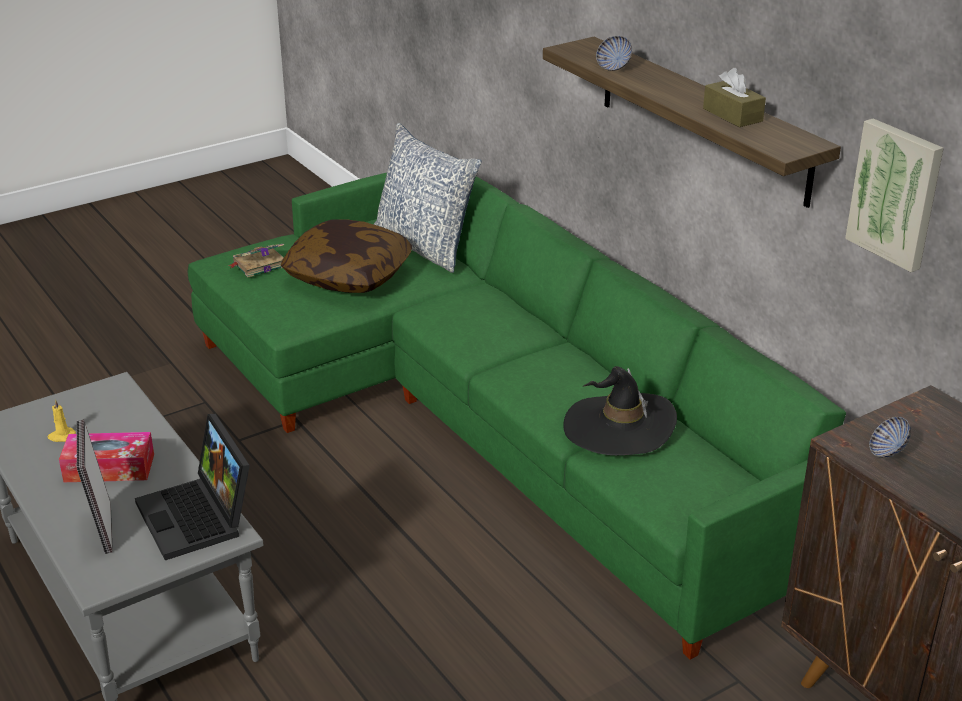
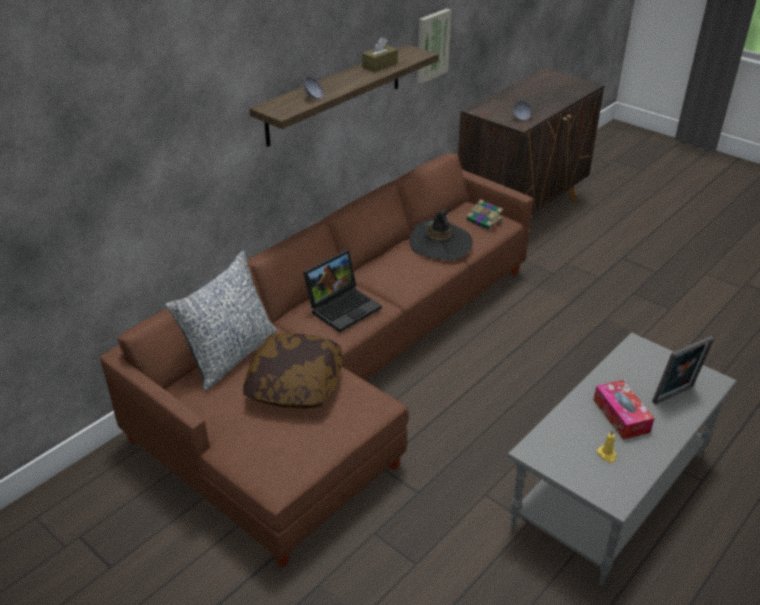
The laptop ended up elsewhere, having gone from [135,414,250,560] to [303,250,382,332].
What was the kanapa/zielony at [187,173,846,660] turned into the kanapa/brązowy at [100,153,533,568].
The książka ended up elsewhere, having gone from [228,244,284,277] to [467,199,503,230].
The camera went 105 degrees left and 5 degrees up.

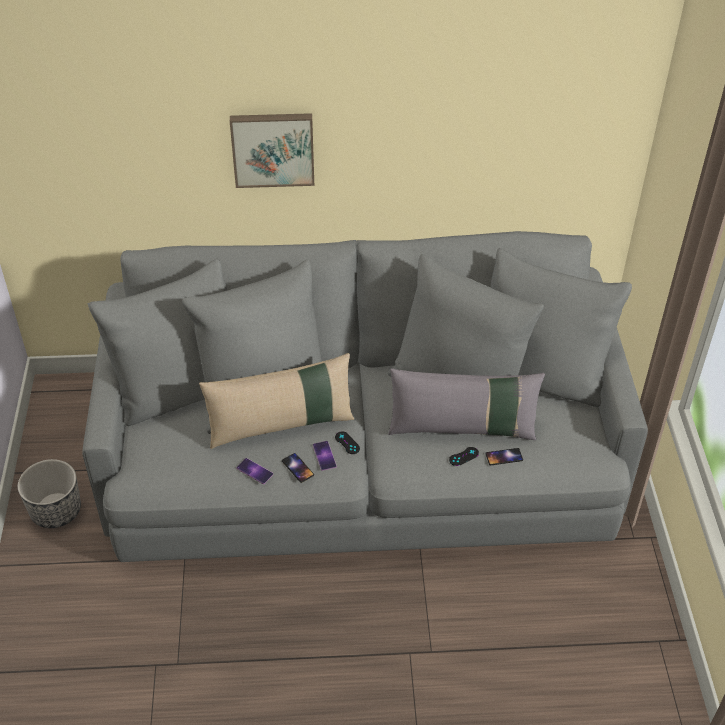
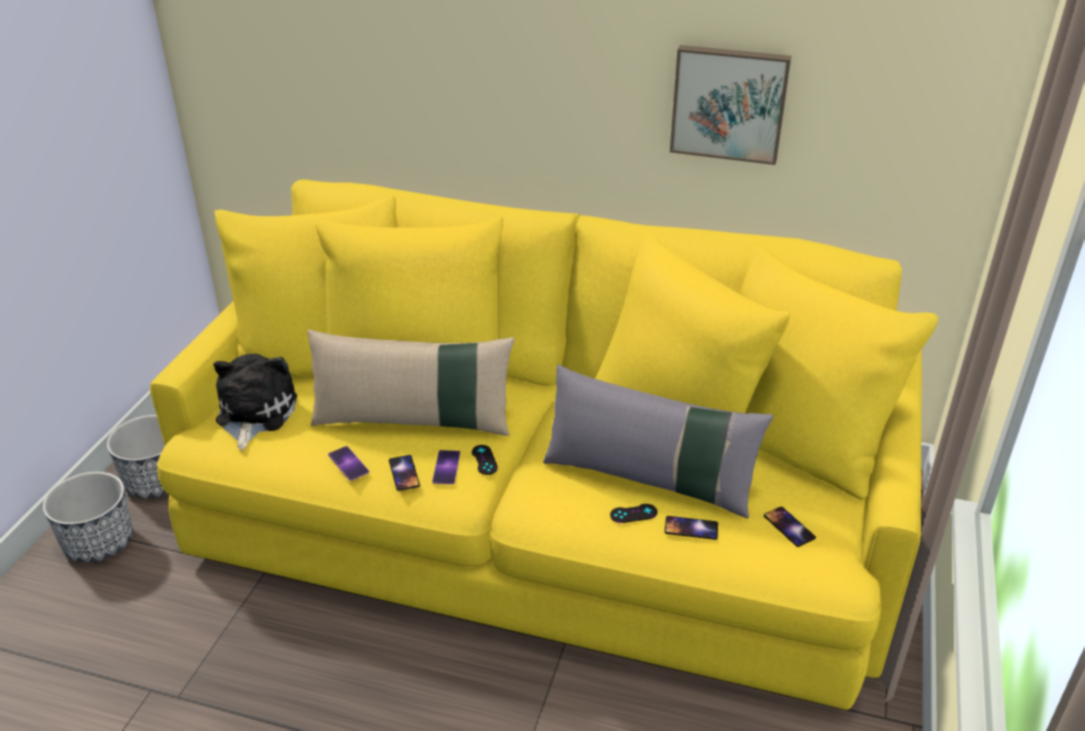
What was the kanapa/szary at [82,231,648,562] turned into the kanapa/żółty at [150,179,938,710].
The obraz ended up elsewhere, having gone from [230,113,314,188] to [670,45,791,165].
The second view gained the donica at [43,472,133,563].
The second view gained the pluszak at [213,353,297,450].
The second view gained the telefon at [764,507,816,547].
The camera went 20 degrees right and 10 degrees down.

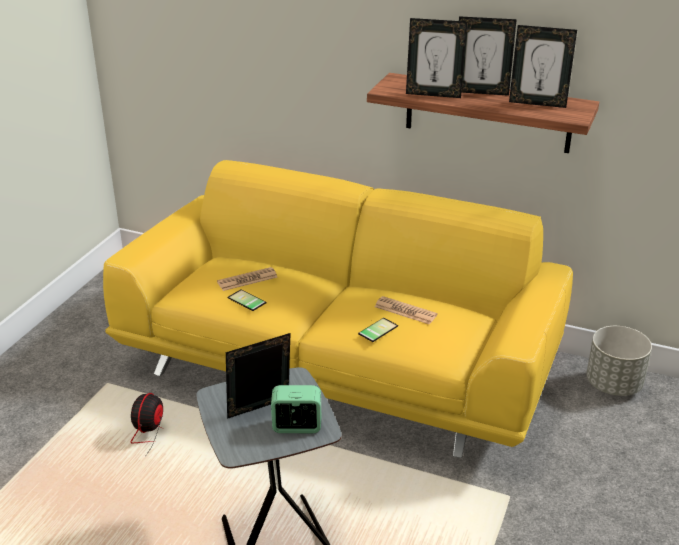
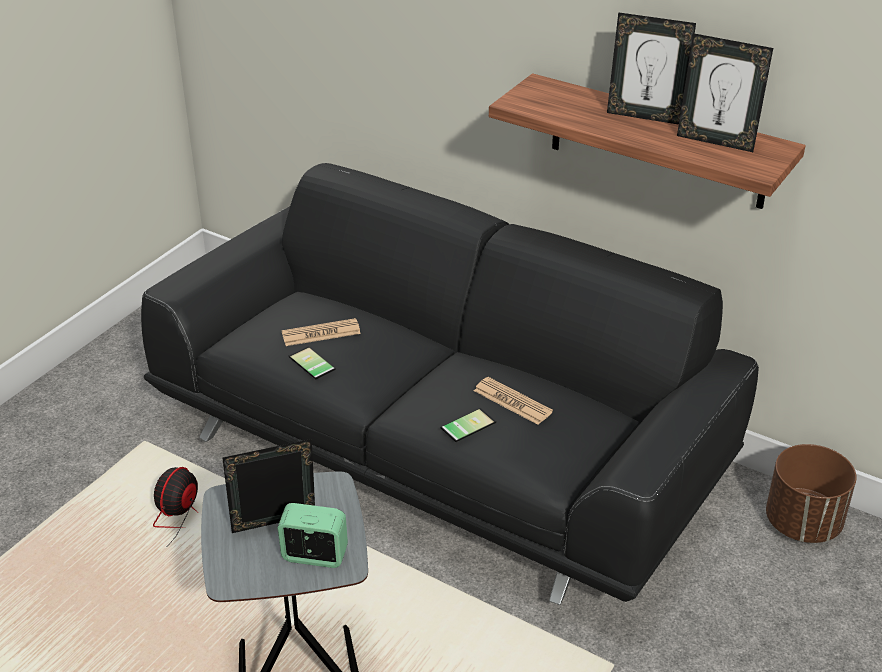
What was the kanapa/żółty at [103,160,573,458] turned into the kanapa/czarny at [141,163,759,605].
The second view lost the ramka na zdjęcie at [406,18,467,98].
What was the donica/szary at [586,326,652,396] turned into the donica/brązowy at [766,444,857,543].
The camera went 10 degrees right and 5 degrees up.

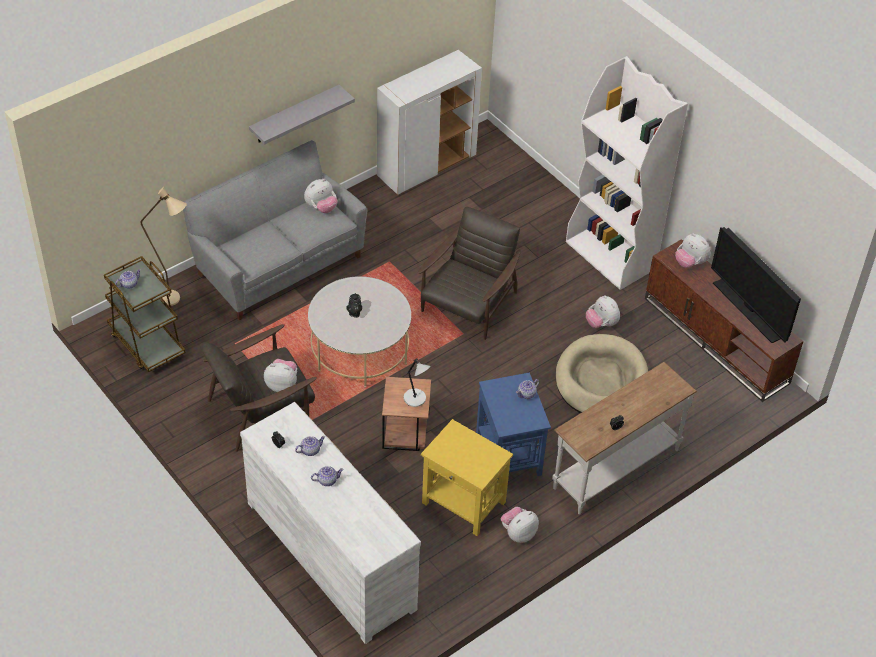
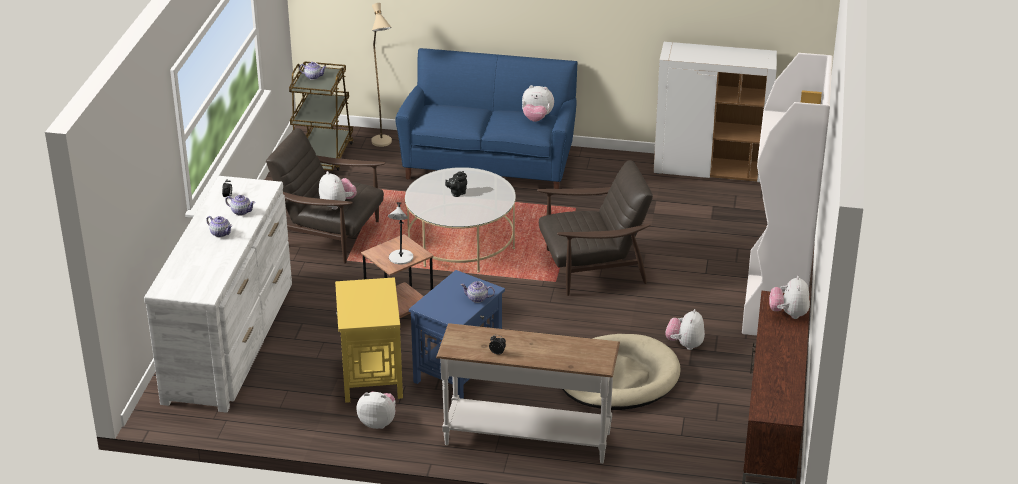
What was the kanapa/szary at [183,140,367,320] turned into the kanapa/niebieski at [395,48,577,189].
The second view lost the półka/szary at [249,85,355,145].
The second view lost the telewizor at [711,227,801,343].
The camera went 50 degrees right and 15 degrees down.

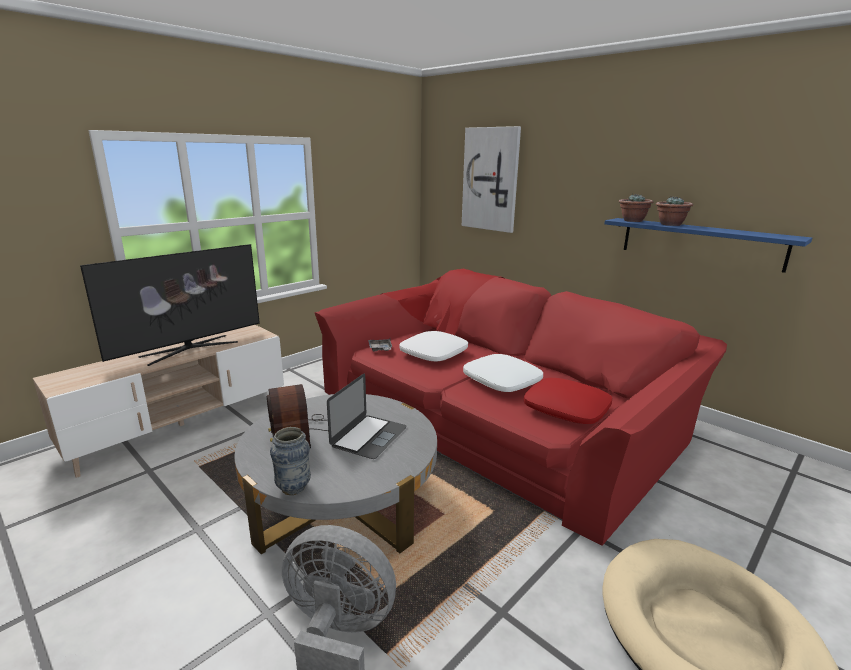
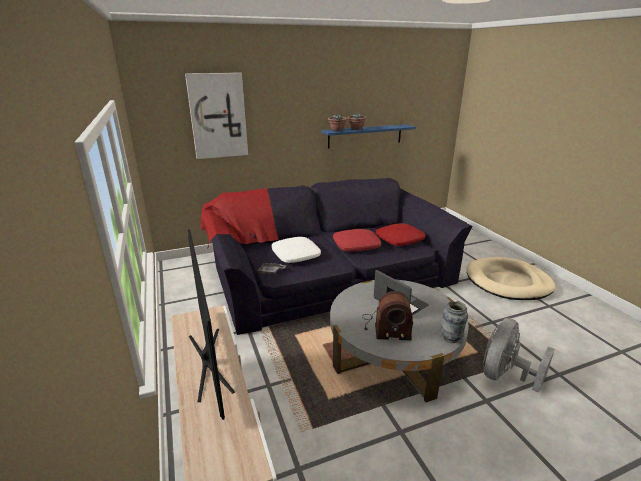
What was the kanapa/czerwony at [314,269,727,546] turned into the kanapa/czarny at [200,178,473,335].
What was the poduszka/biały at [463,354,543,392] turned into the poduszka/czerwony at [333,229,381,252].
The camera went 65 degrees left and 5 degrees up.

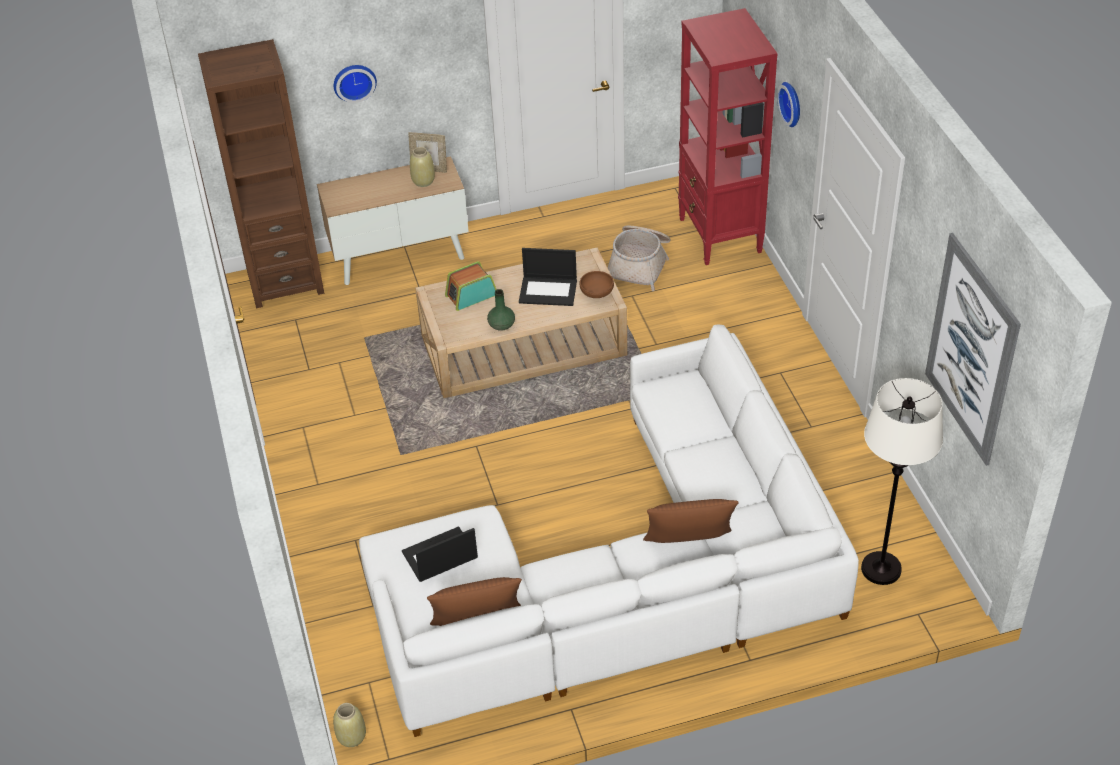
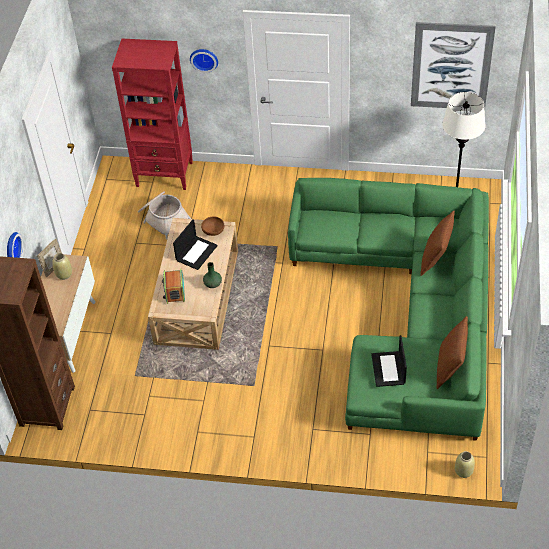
What was the kanapa/biały at [359,325,859,737] turned into the kanapa/zielony at [288,178,489,441].
The camera went 65 degrees left and 5 degrees up.

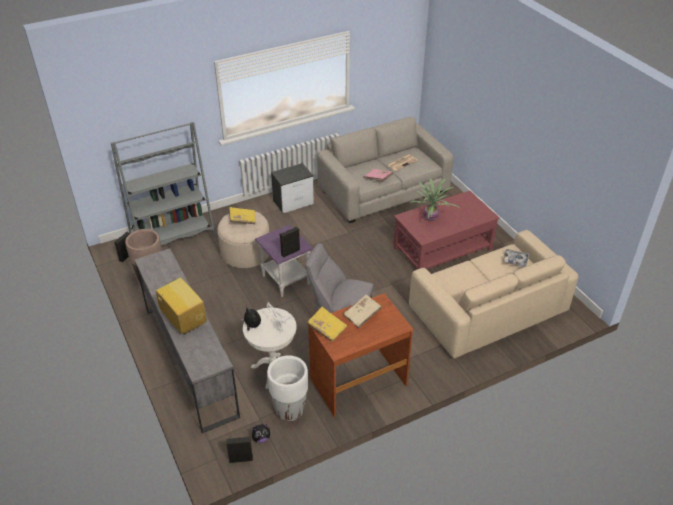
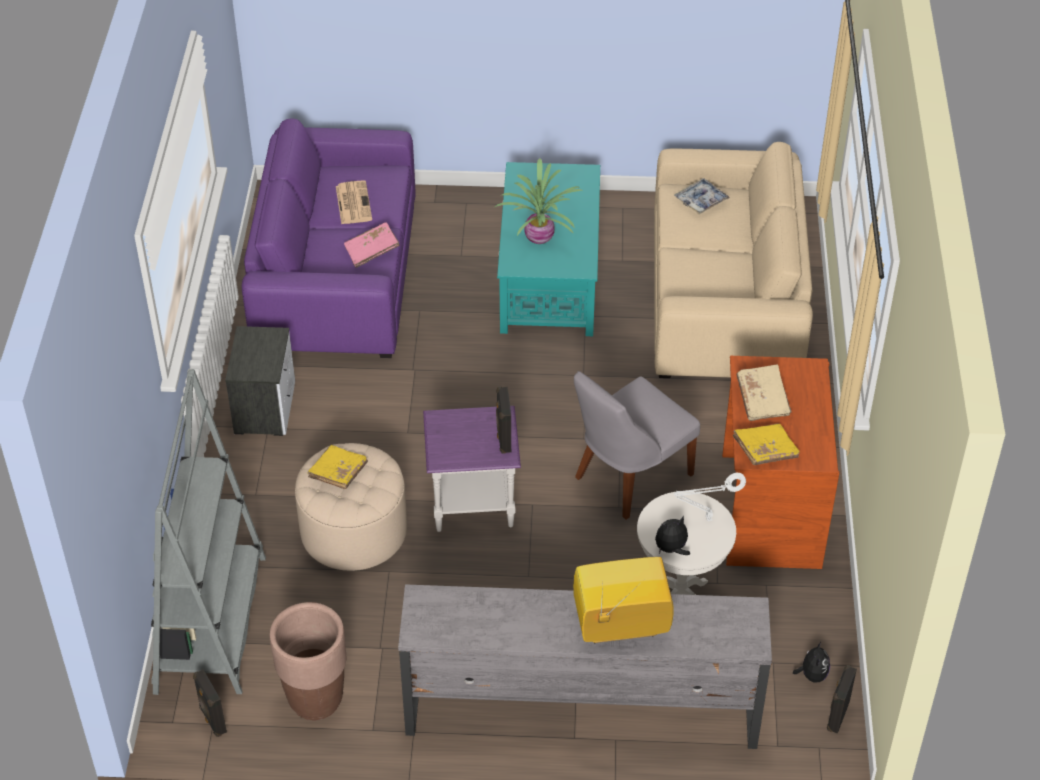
The second view lost the donica/biały at [267,355,308,421].
What was the kanapa/beżowy at [317,117,453,223] turned into the kanapa/fioletowy at [242,118,416,358].
What was the ława/czerwony at [393,191,500,269] turned into the ława/turkusowy at [497,162,600,336].
The camera went 60 degrees left and 5 degrees up.

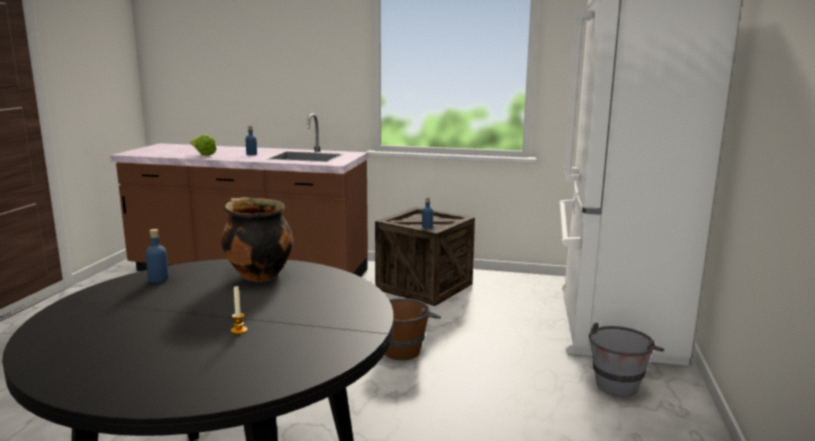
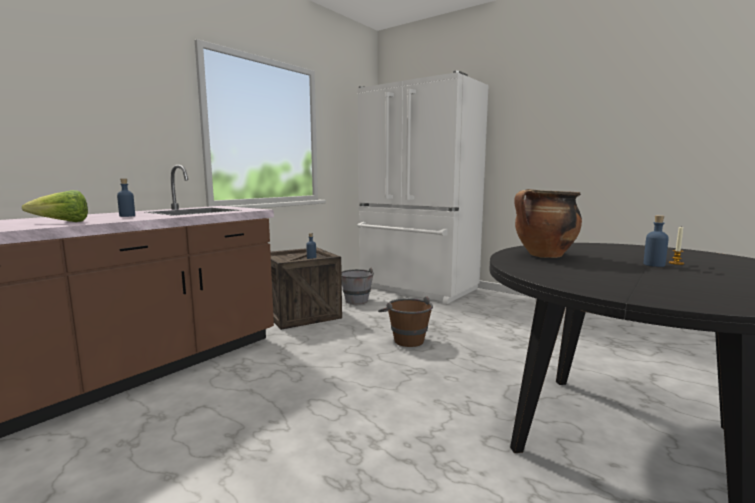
The butelka/niebieski ended up elsewhere, having gone from [145,229,169,283] to [643,215,669,267].
The wiadro/szary ended up elsewhere, having gone from [589,323,664,397] to [341,267,374,304].
The camera went 65 degrees left and 5 degrees down.

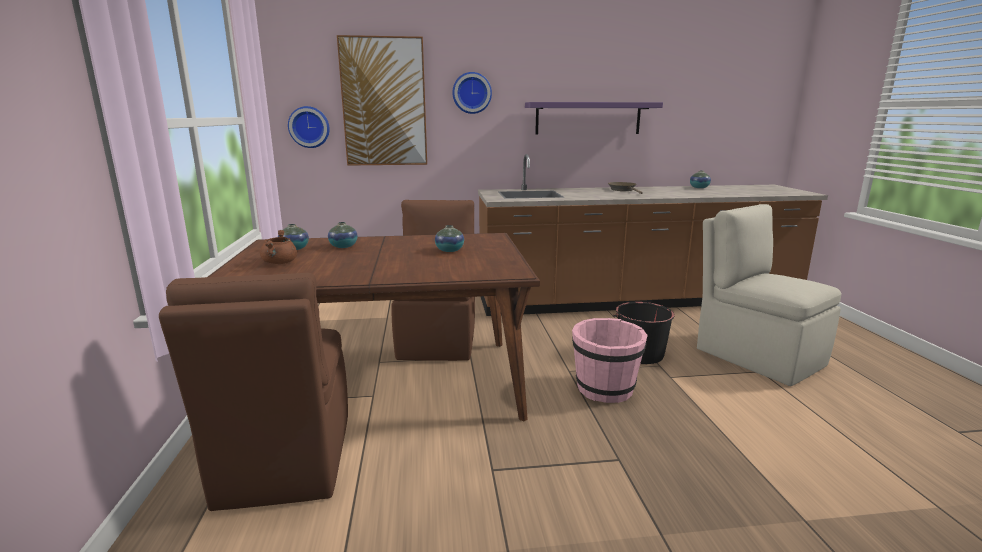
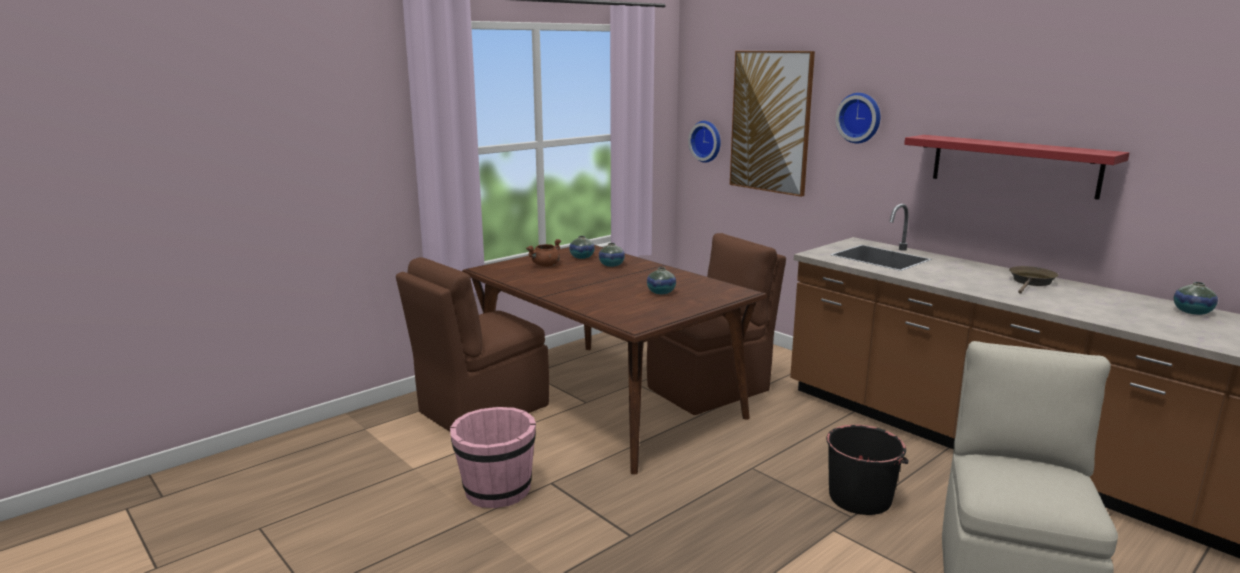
What was the półka/fioletowy at [525,102,663,134] turned into the półka/czerwony at [904,135,1129,200].
The wiadro/różowy ended up elsewhere, having gone from [572,318,648,403] to [450,407,536,508].
The camera went 55 degrees right and 0 degrees up.

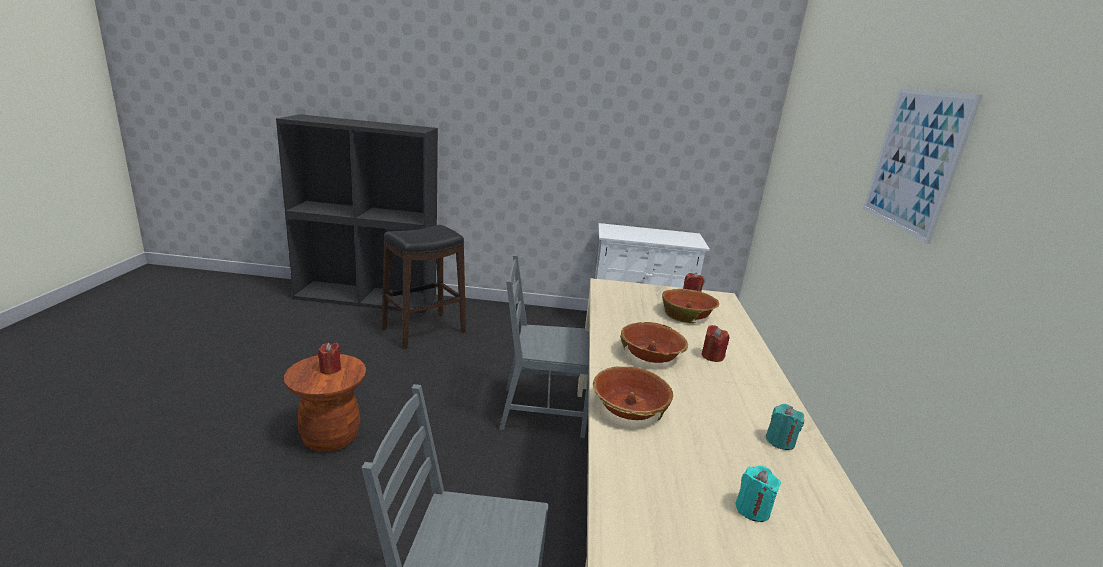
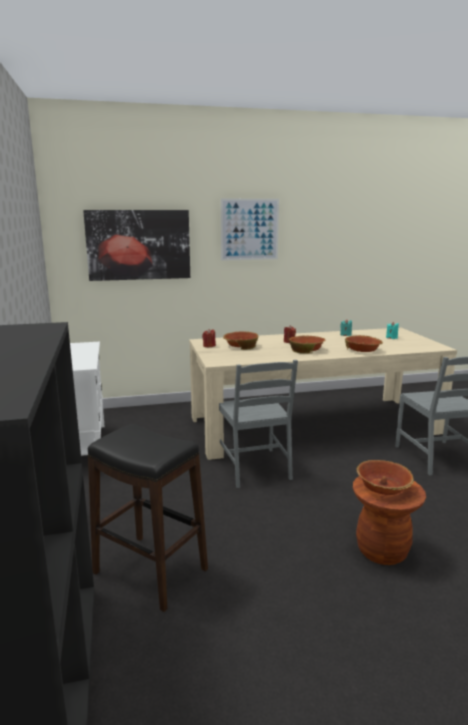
Where the świeca/czerwony stood at [318,342,341,375], the miska came to stand at [357,460,414,495].
The second view gained the obraz at [83,210,190,281].
The camera went 105 degrees left and 5 degrees down.

